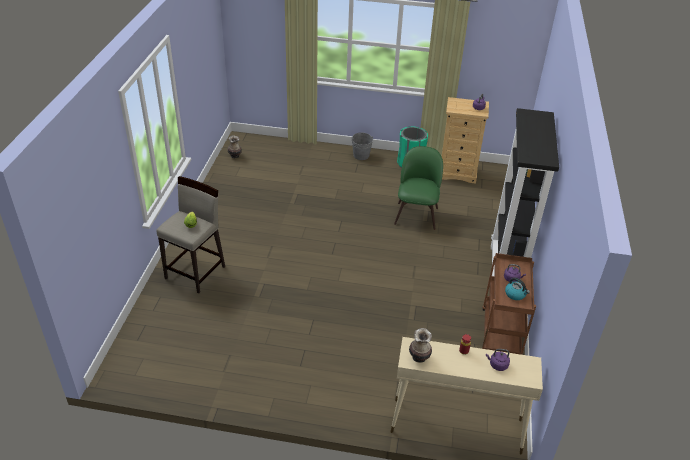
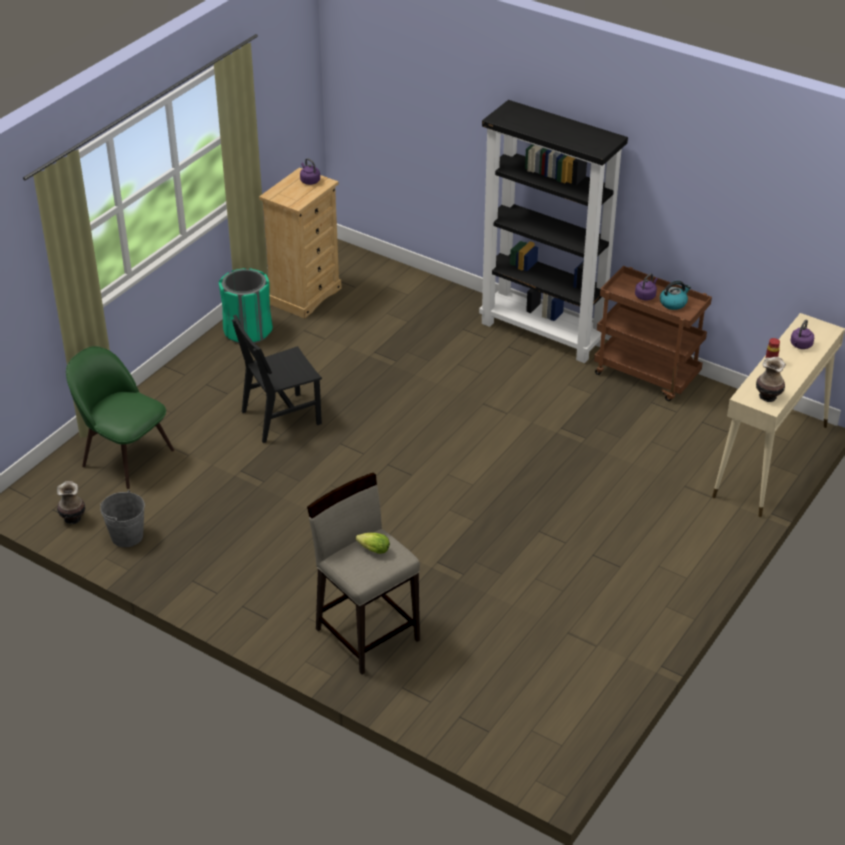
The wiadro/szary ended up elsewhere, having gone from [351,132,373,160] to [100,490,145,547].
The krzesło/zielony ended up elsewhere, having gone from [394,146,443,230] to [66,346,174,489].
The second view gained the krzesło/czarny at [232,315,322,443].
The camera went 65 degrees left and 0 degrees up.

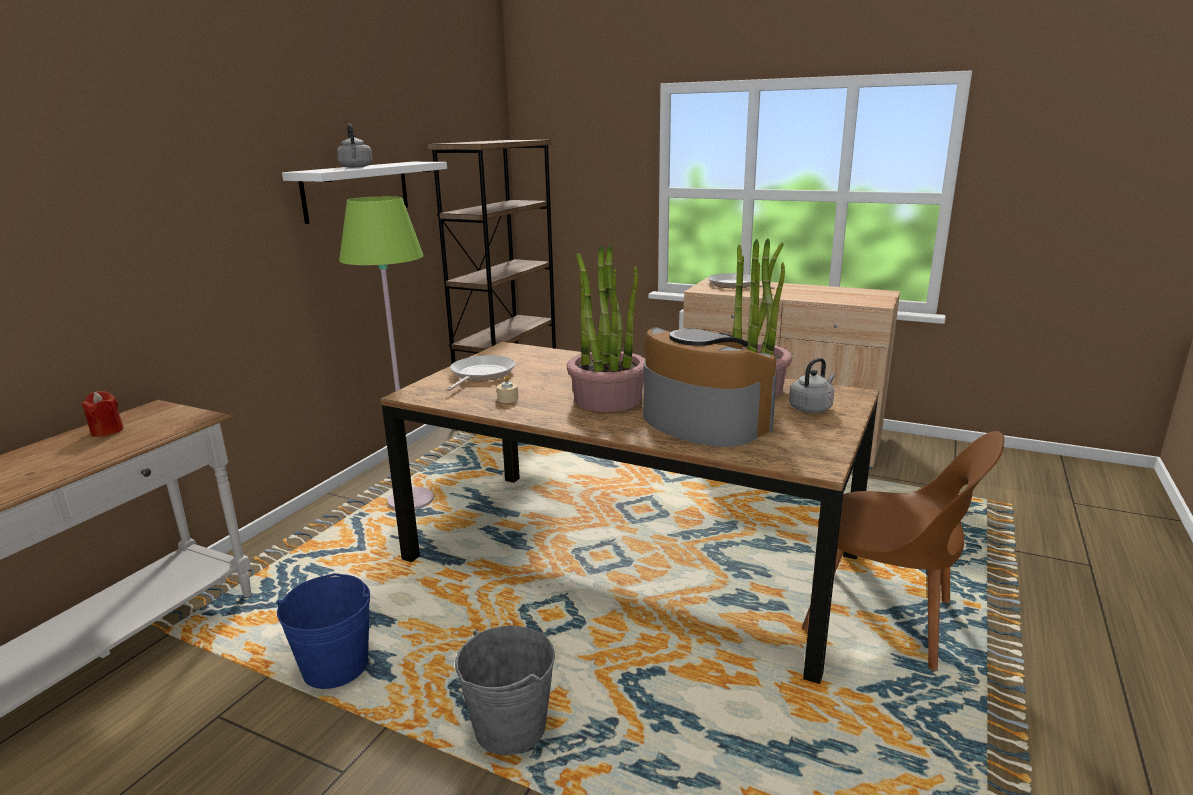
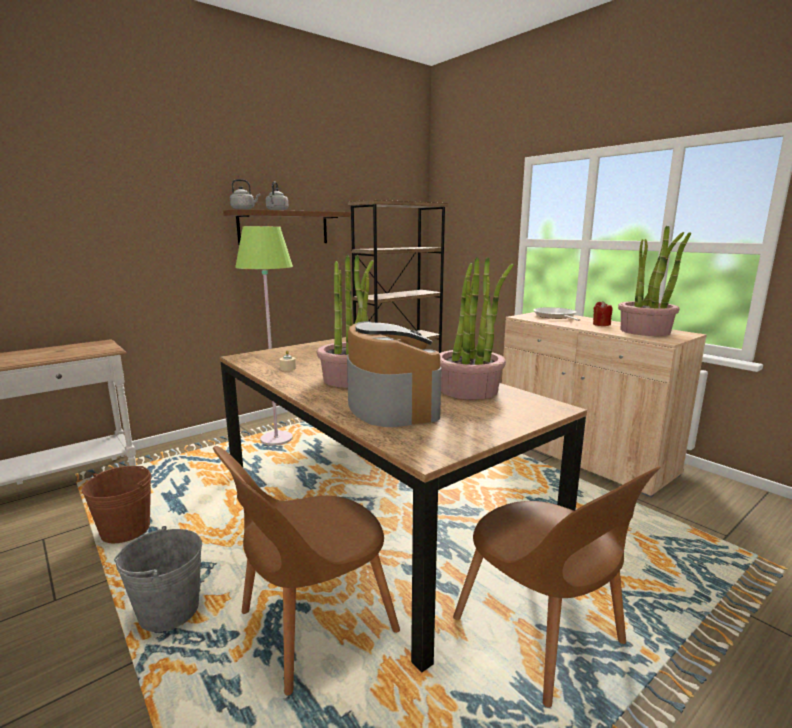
The świeca/czerwony ended up elsewhere, having gone from [81,391,124,437] to [593,301,613,326].
What was the wiadro/niebieski at [276,573,370,689] turned into the wiadro/brązowy at [82,466,151,543].
What was the półka/biały at [282,162,447,224] turned into the półka/brązowy at [223,209,351,245].
The second view lost the patelnia at [446,355,515,391].
The czajnik/szary ended up elsewhere, having gone from [789,358,835,413] to [230,179,260,209].
The second view gained the krzesło/brązowy at [213,446,400,695].
The second view gained the roślina doniczkowa at [618,226,691,336].
The camera went 25 degrees right and 5 degrees down.

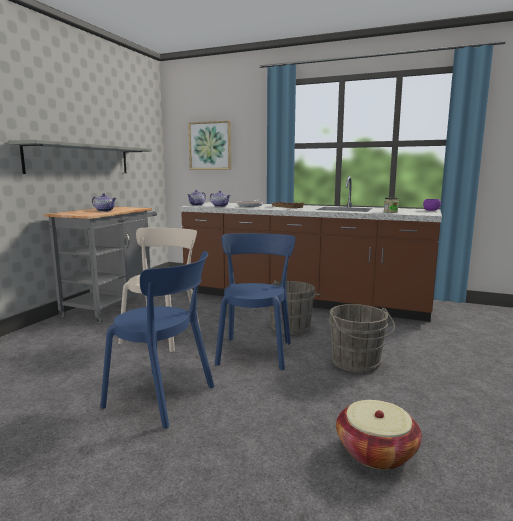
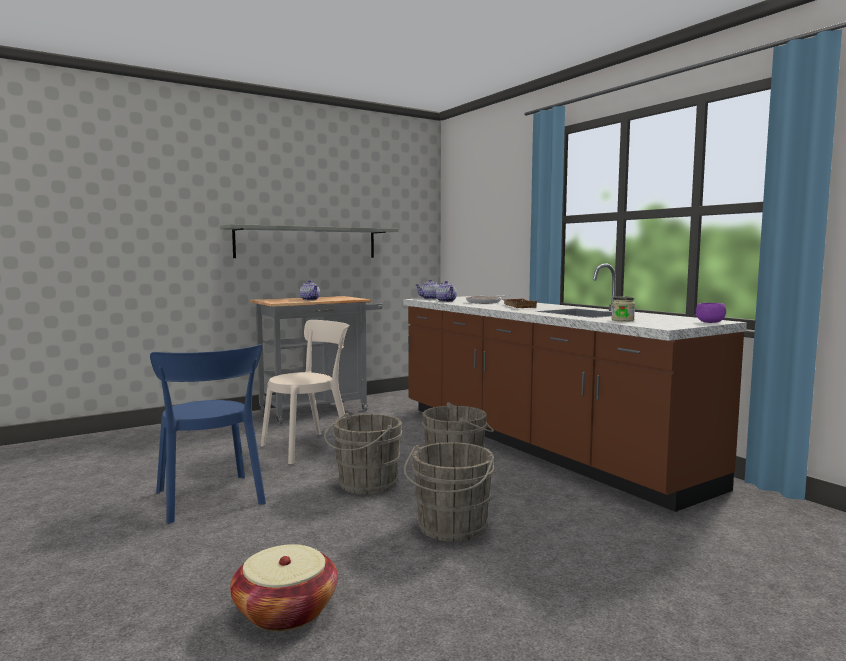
The second view lost the obraz at [188,121,231,169].
Where the krzesło/niebieski stood at [215,233,295,370], the wiadro/szary came to stand at [324,413,402,494].
The camera went 35 degrees right and 5 degrees down.

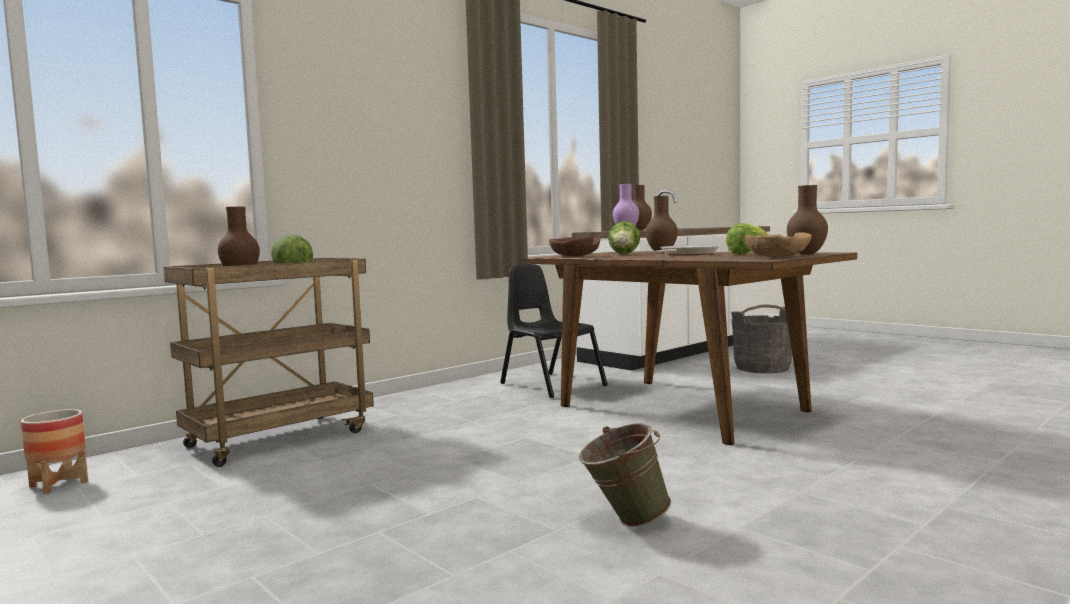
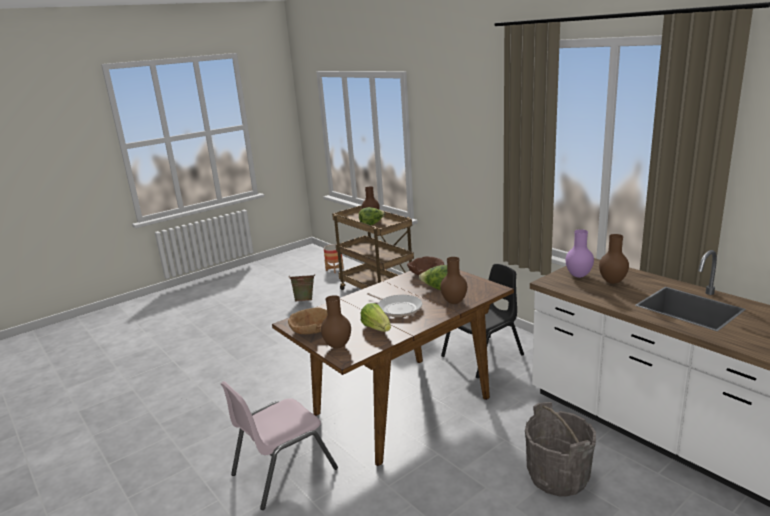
The wiadro/zielony ended up elsewhere, having gone from [579,423,671,527] to [289,274,315,301].
The second view gained the krzesło/różowy at [221,381,338,510].
The camera went 95 degrees right and 15 degrees up.

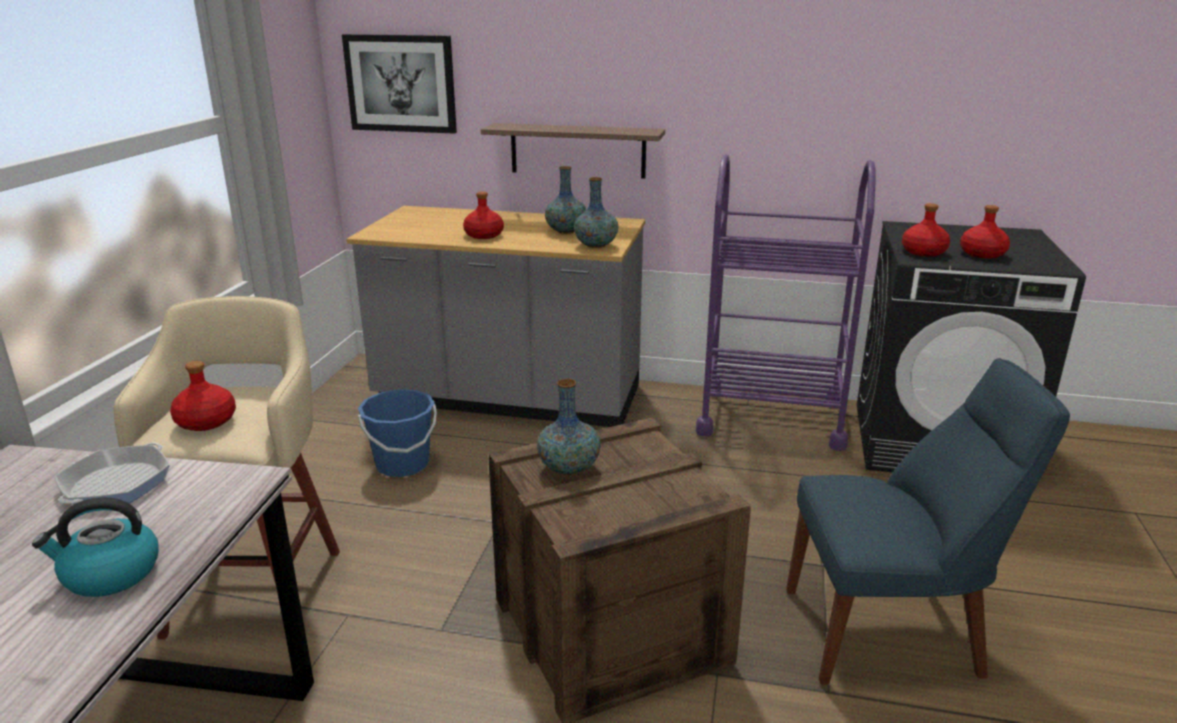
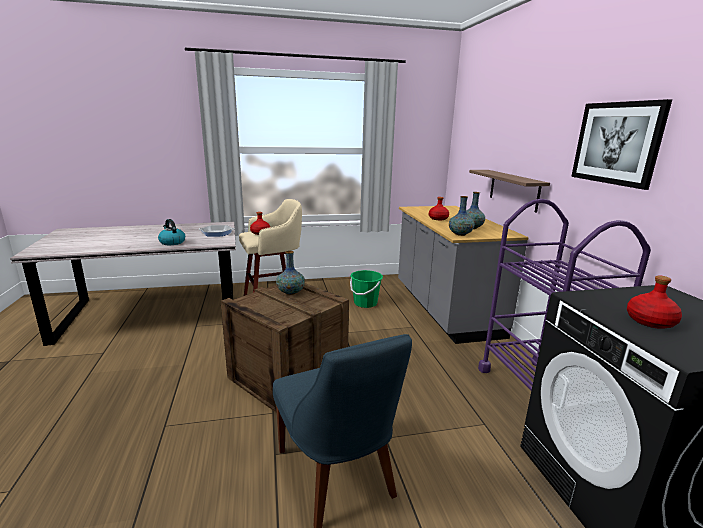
The obraz ended up elsewhere, having gone from [342,34,457,134] to [571,99,672,190].
What was the wiadro/niebieski at [358,389,437,477] turned into the wiadro/zielony at [350,270,383,308].
The second view lost the butelka/czerwony at [902,203,950,257].
The camera went 65 degrees right and 5 degrees down.

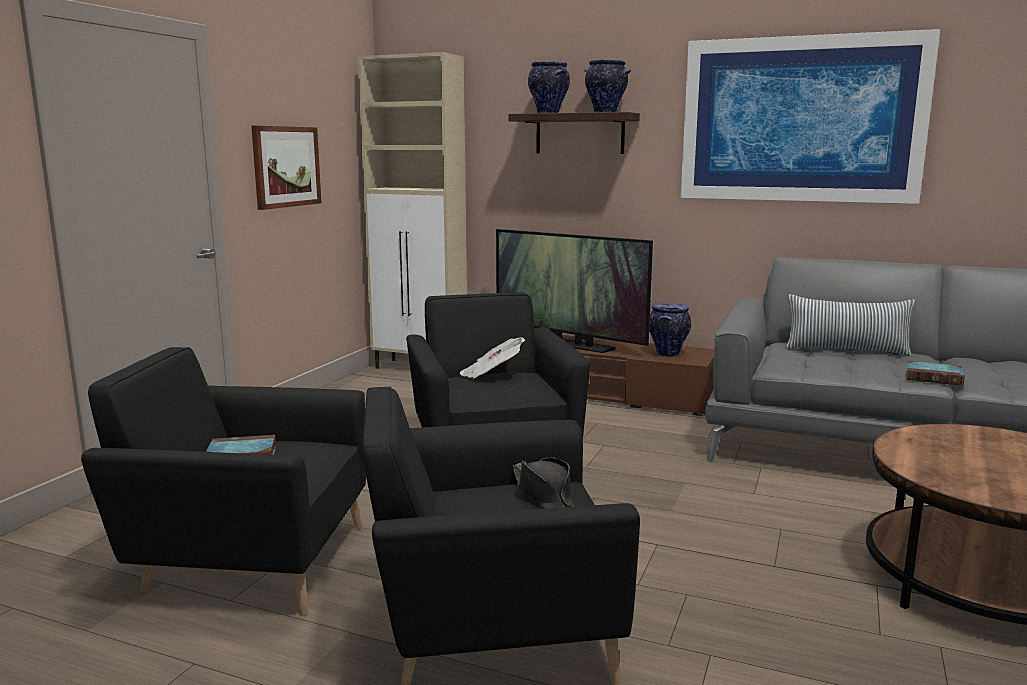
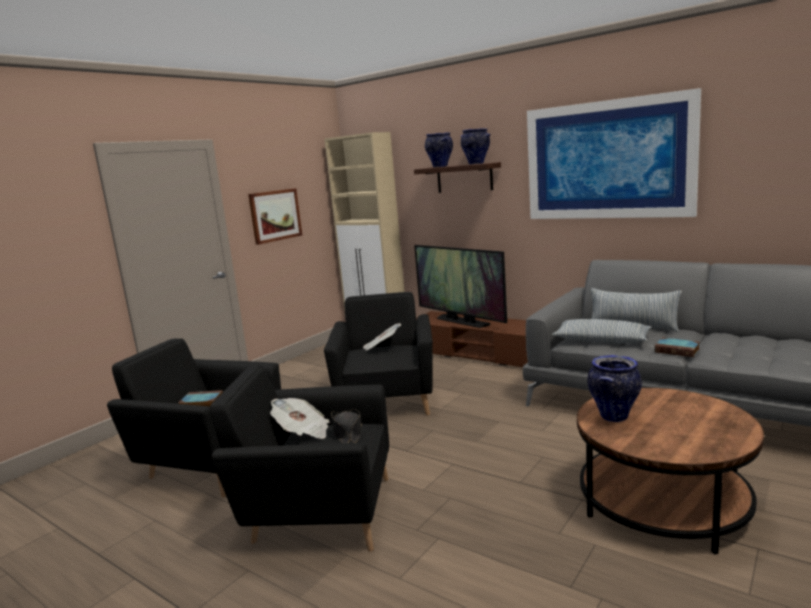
The wazon ended up elsewhere, having gone from [649,303,691,357] to [587,355,642,422].
The second view gained the gazeta at [270,398,329,439].
The second view gained the poduszka at [552,319,651,344].
The camera went 15 degrees right and 0 degrees up.

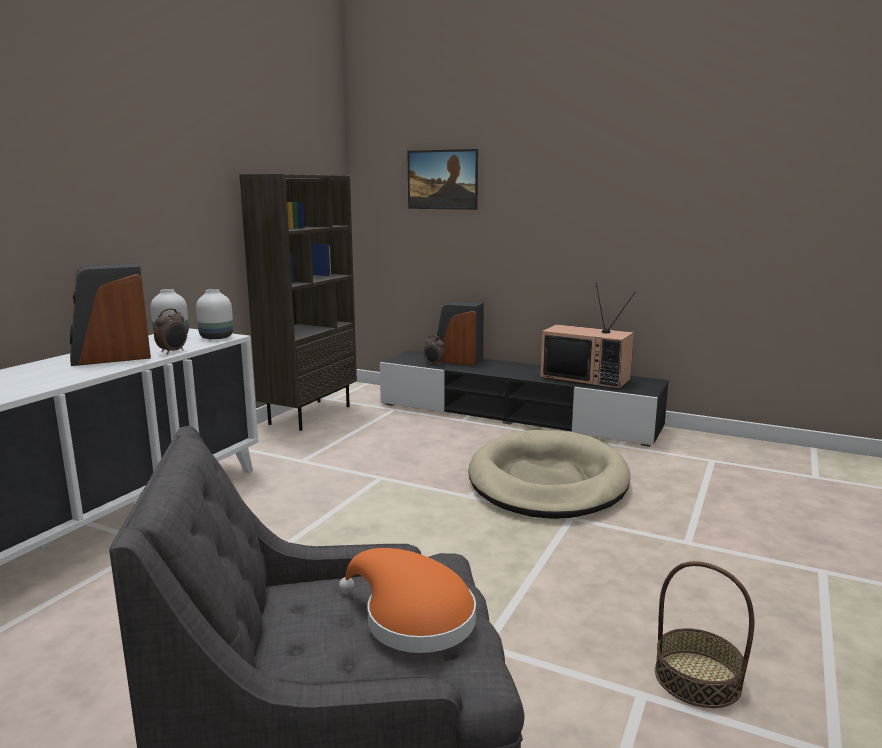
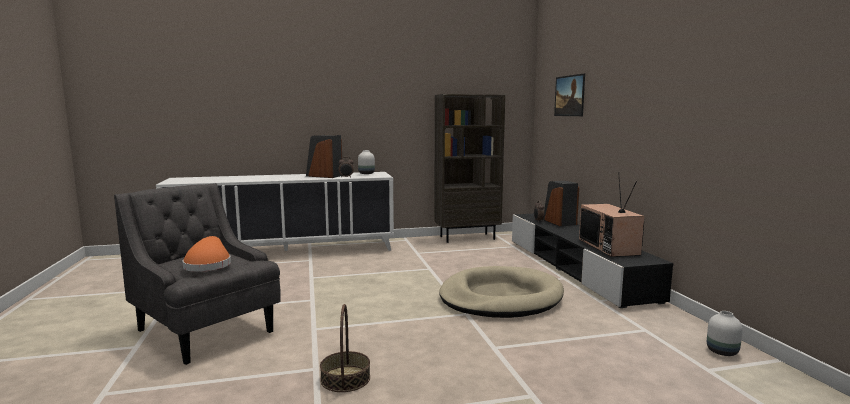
The wazon/biały ended up elsewhere, having gone from [196,289,233,339] to [707,311,743,356].
The camera went 50 degrees right and 5 degrees down.

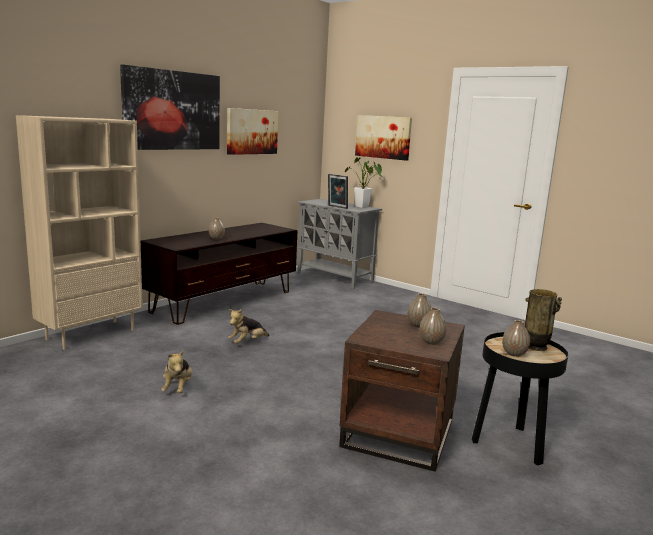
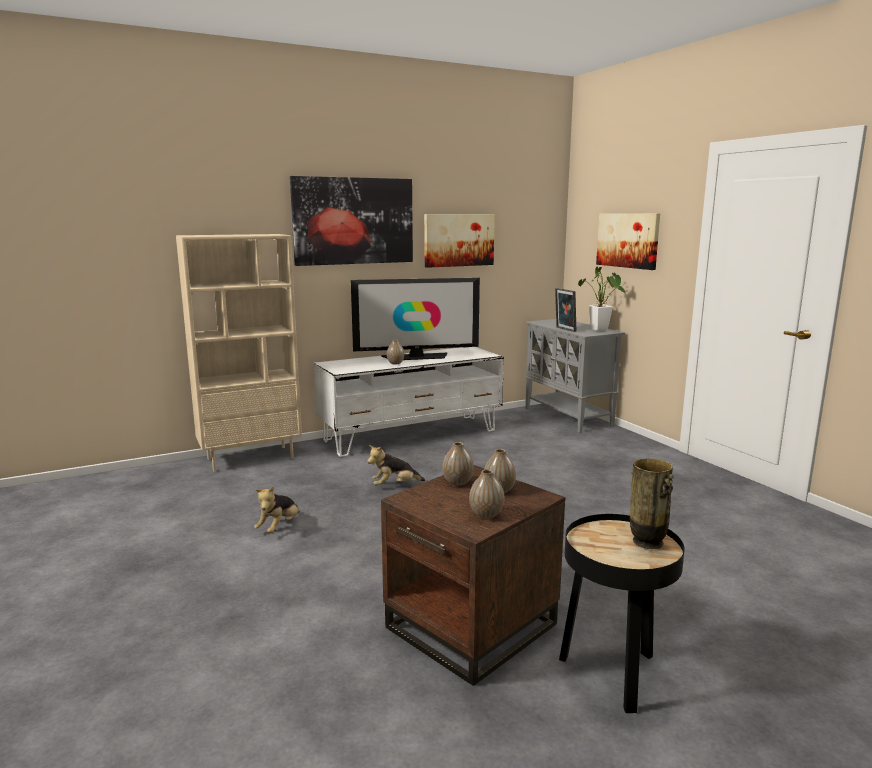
What was the szafka pod telewizor/brązowy at [141,223,298,325] turned into the szafka pod telewizor/biały at [314,347,504,457].
The wazon ended up elsewhere, having gone from [502,320,530,357] to [443,442,474,486].
The second view gained the telewizor at [351,278,480,360].
The camera went 25 degrees right and 0 degrees up.

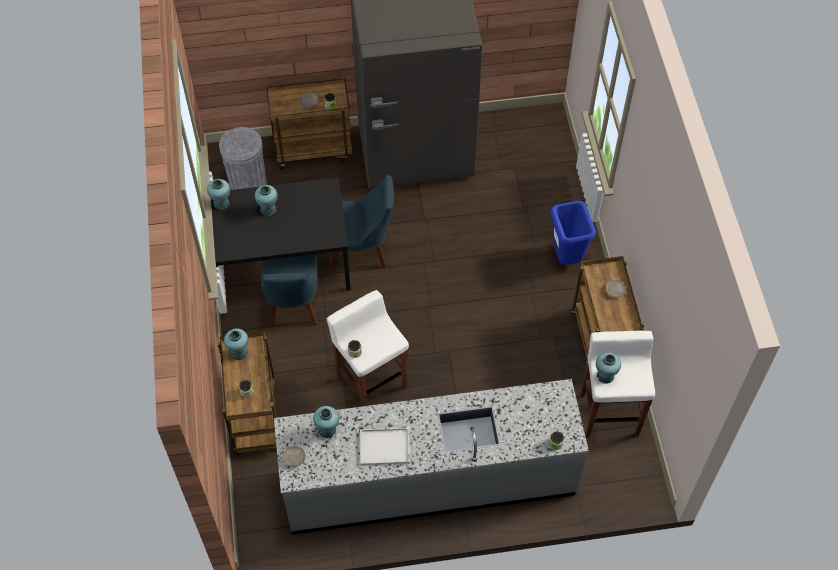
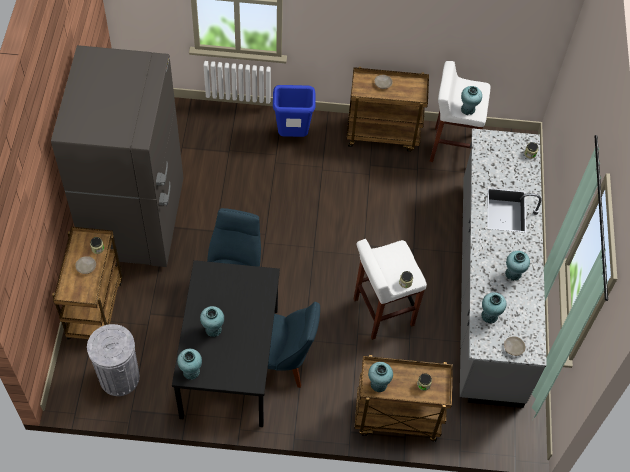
Where the taca/biały stood at [360,428,410,465], the wazon/turkusowy came to stand at [505,251,530,281].
The camera went 80 degrees left and 0 degrees up.

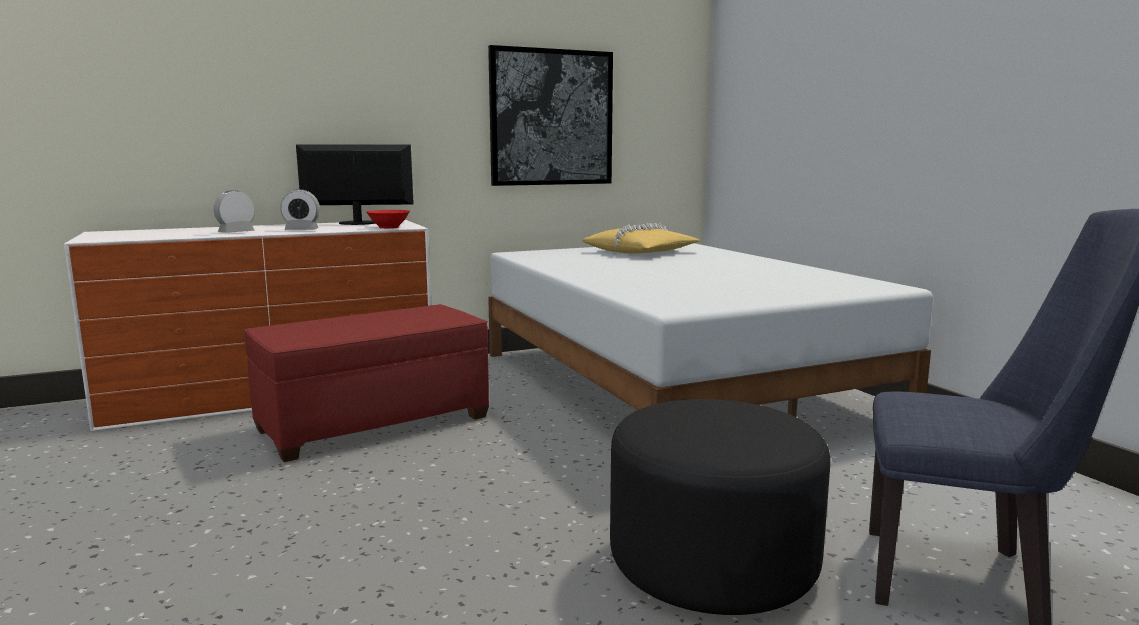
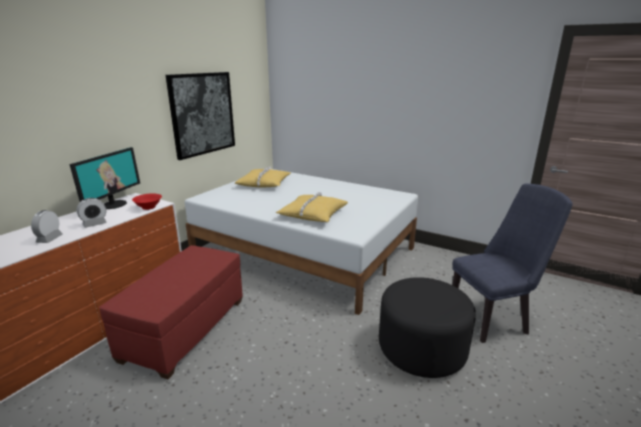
The monitor at [296,144,414,225] ended up facing another way, 150 degrees clockwise from before.
The second view gained the poduszka/żółty at [276,192,348,222].
The camera went 35 degrees left and 10 degrees up.

